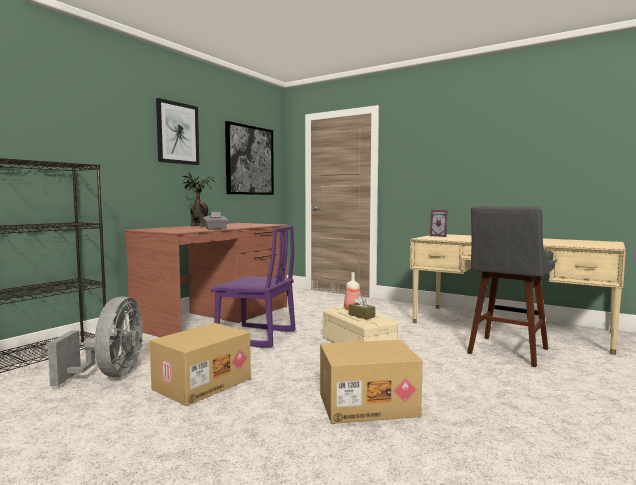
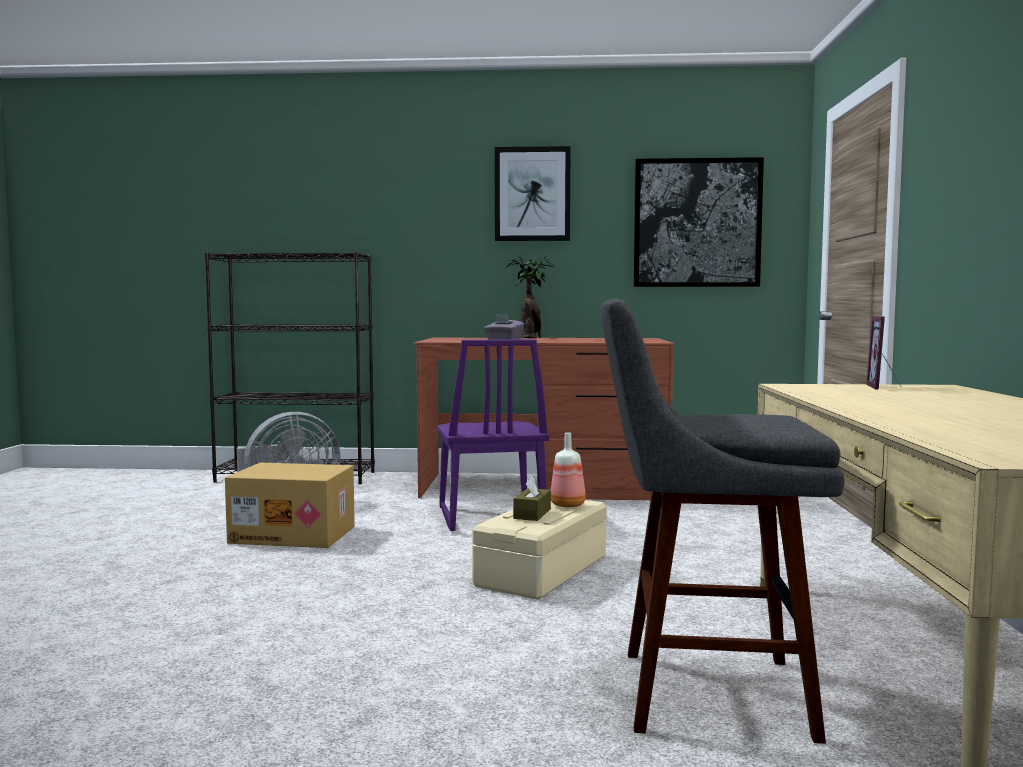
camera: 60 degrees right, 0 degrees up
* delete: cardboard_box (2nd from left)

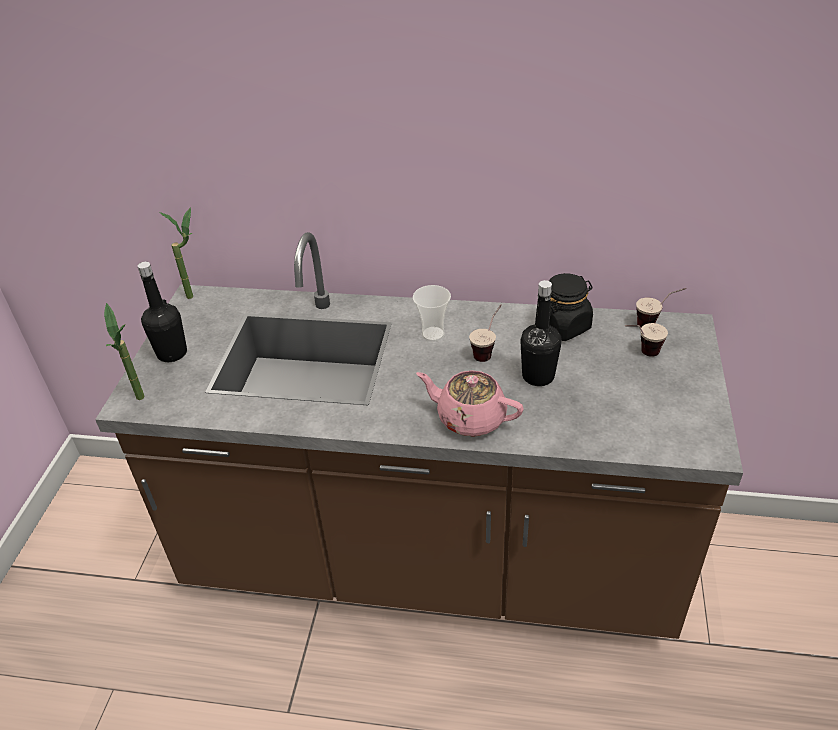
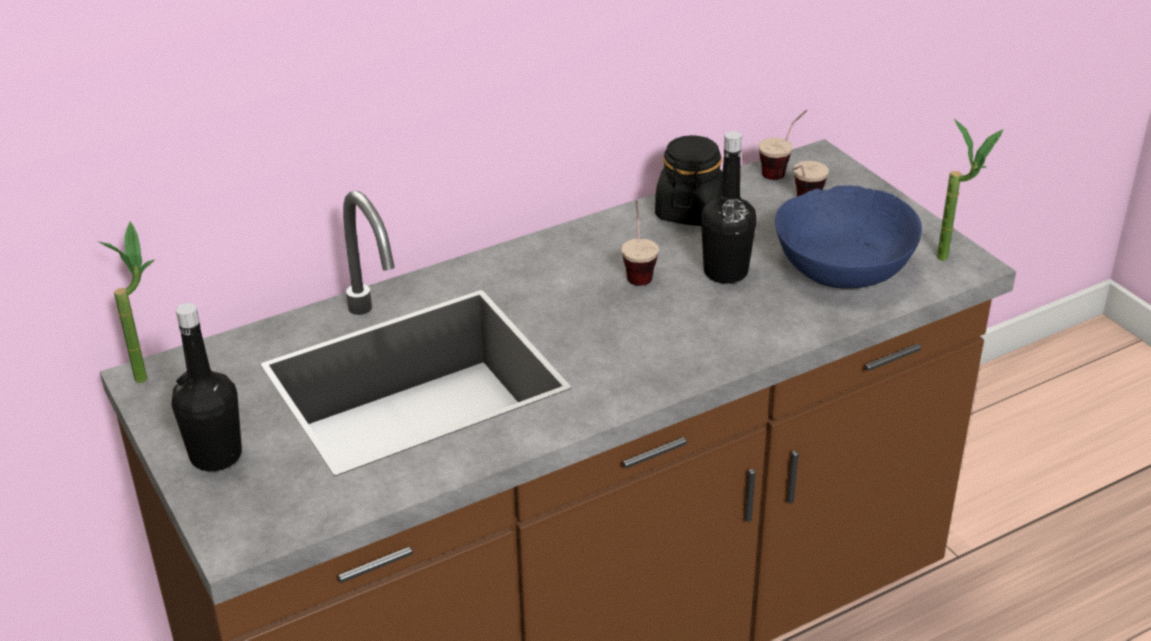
camera: 40 degrees left, 5 degrees down
* insert: blue_bowl
* move: potted_plant (1st from left in the first image) to potted_plant (2nd from left)
* delete: cup (1st from left)
* delete: pink_teapot

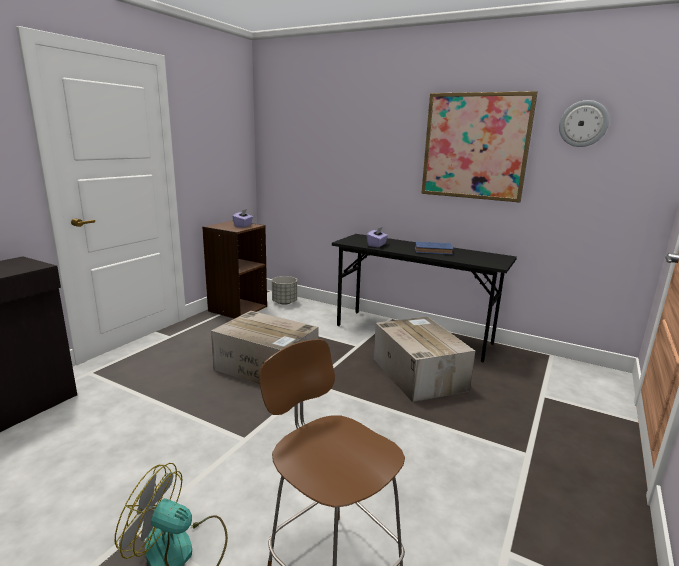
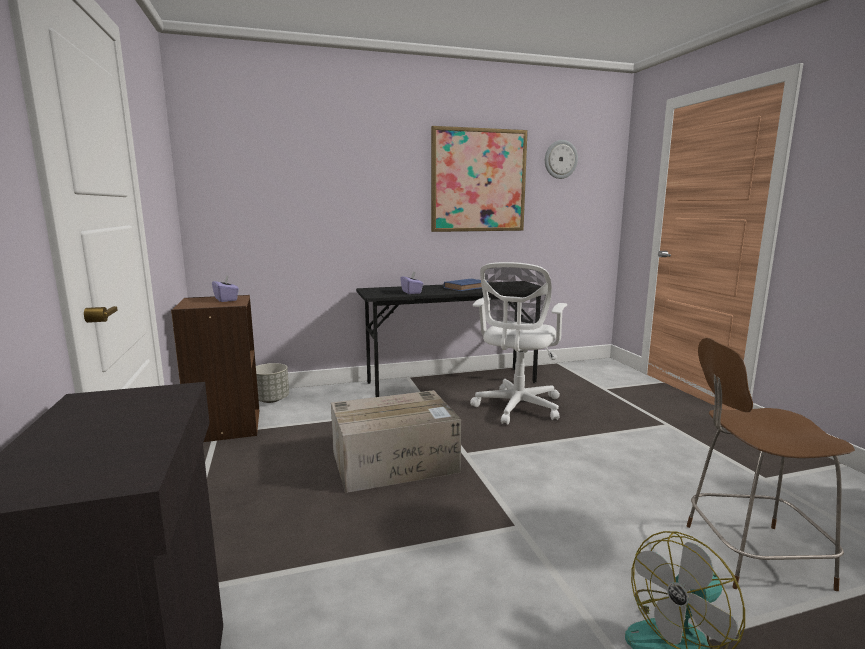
camera: 45 degrees left, 5 degrees down
* replace: cardboard_box (2nd from left) to white_office_chair

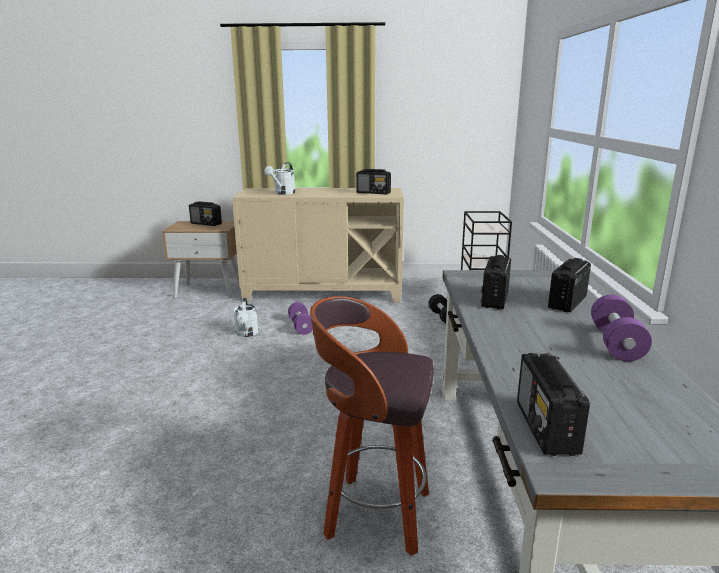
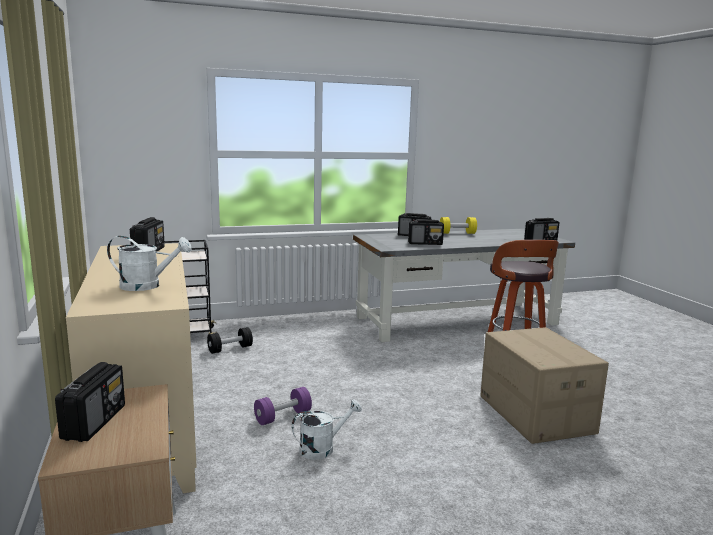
camera: 110 degrees left, 5 degrees down
* recolor: purple_dumbbell (2nd from left) to yellow_dumbbell
* insert: cardboard_box

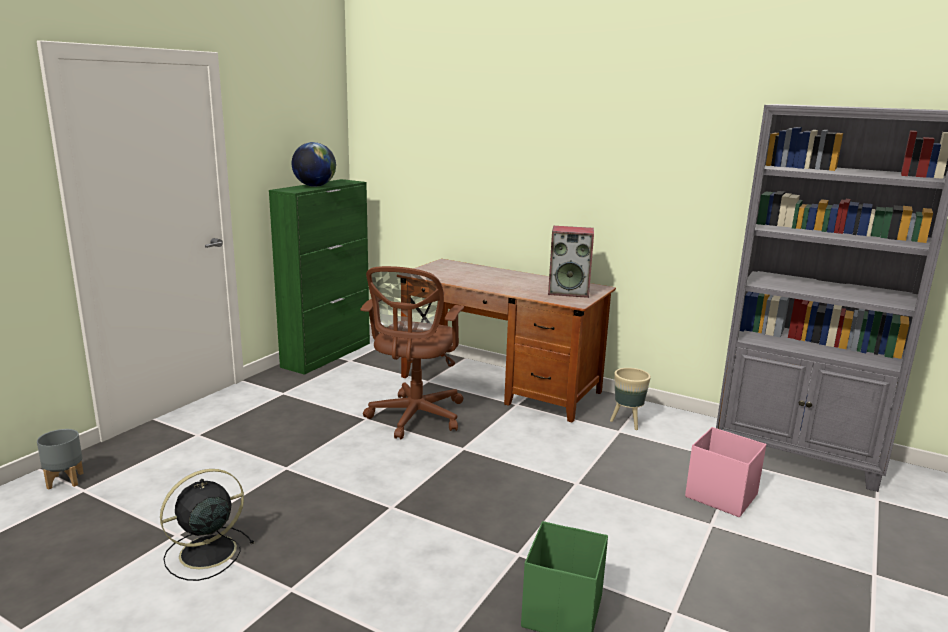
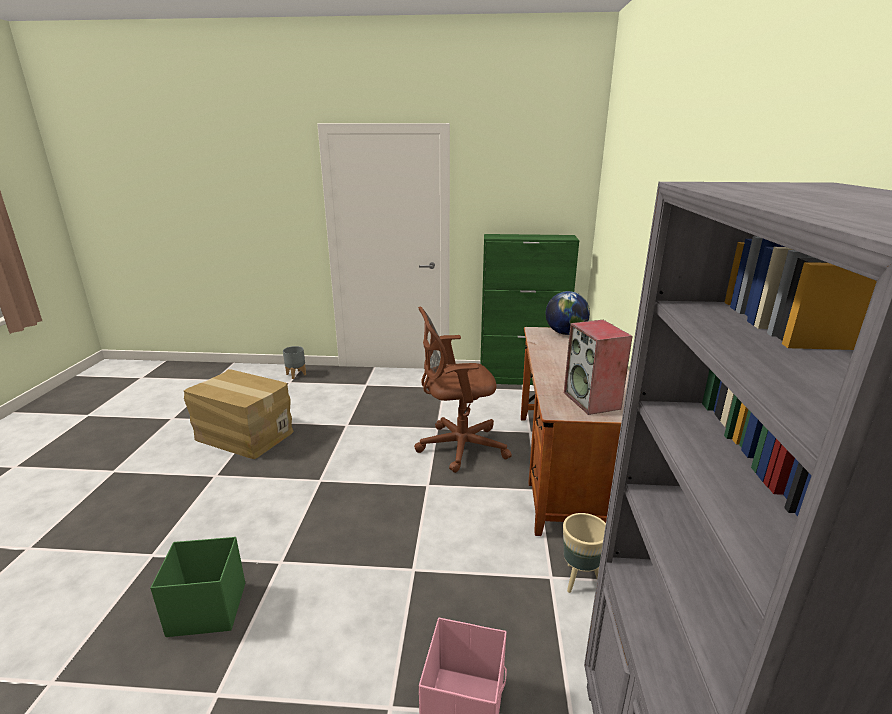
camera: 65 degrees right, 5 degrees up
* replace: black_fan to cardboard_box
* move: globe

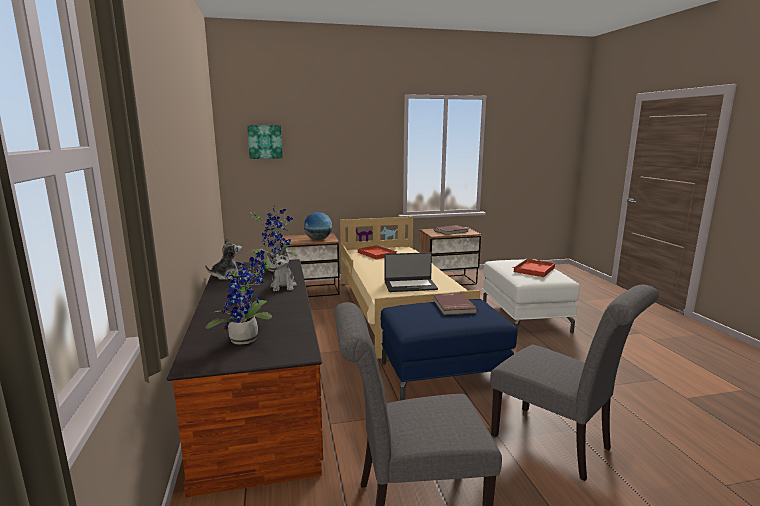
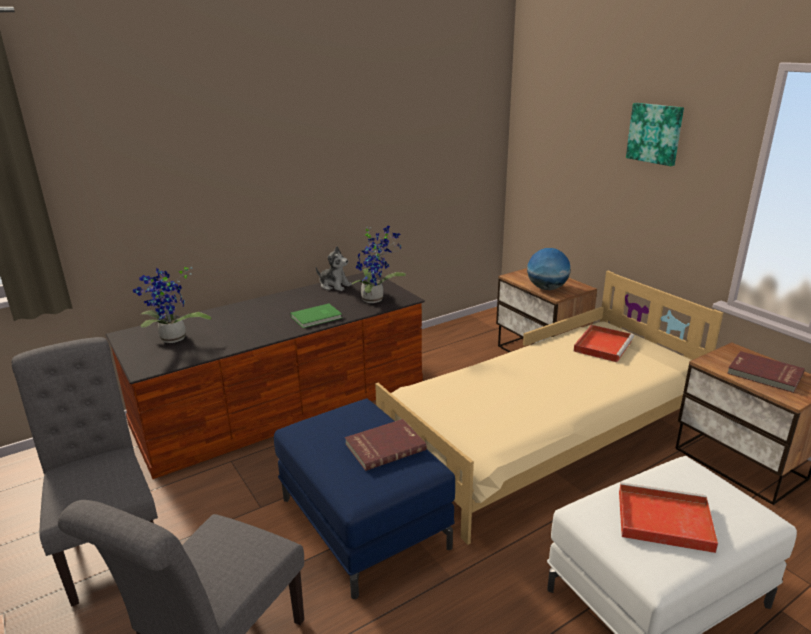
camera: 70 degrees right, 10 degrees up
* replace: plush_toy (2nd from left) to green_book
* move: picture
* delete: laptop

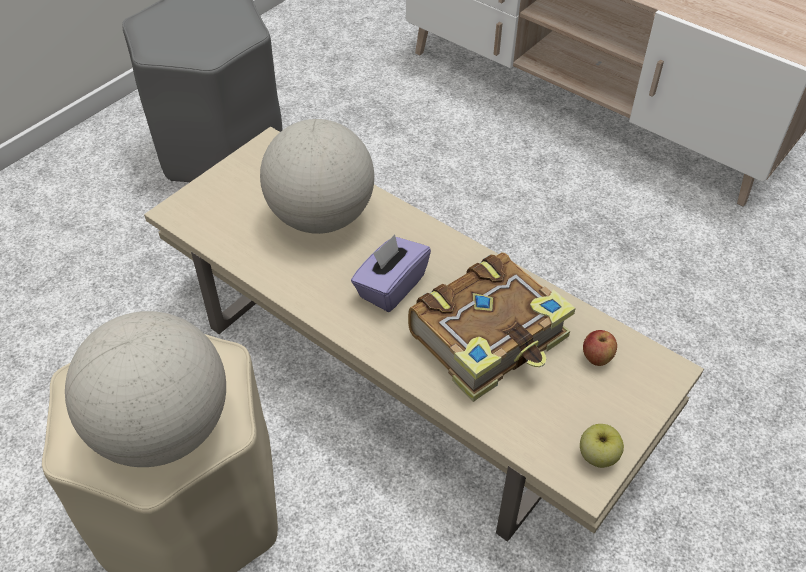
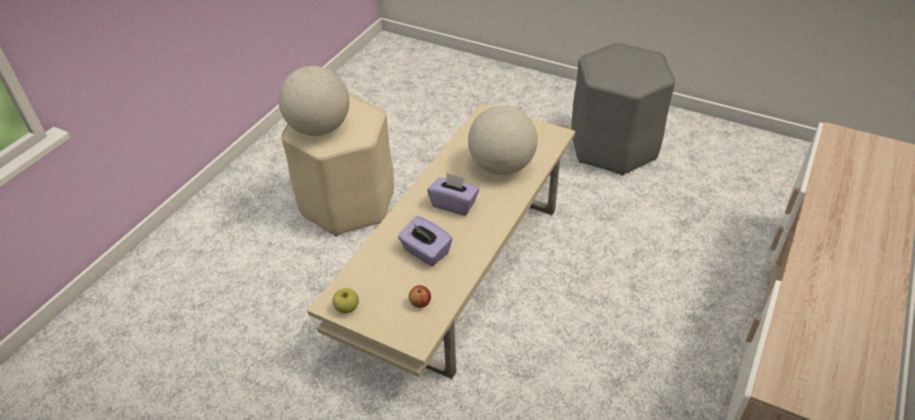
camera: 80 degrees right, 5 degrees down
* replace: book to purple_tissue_box (1st from left)

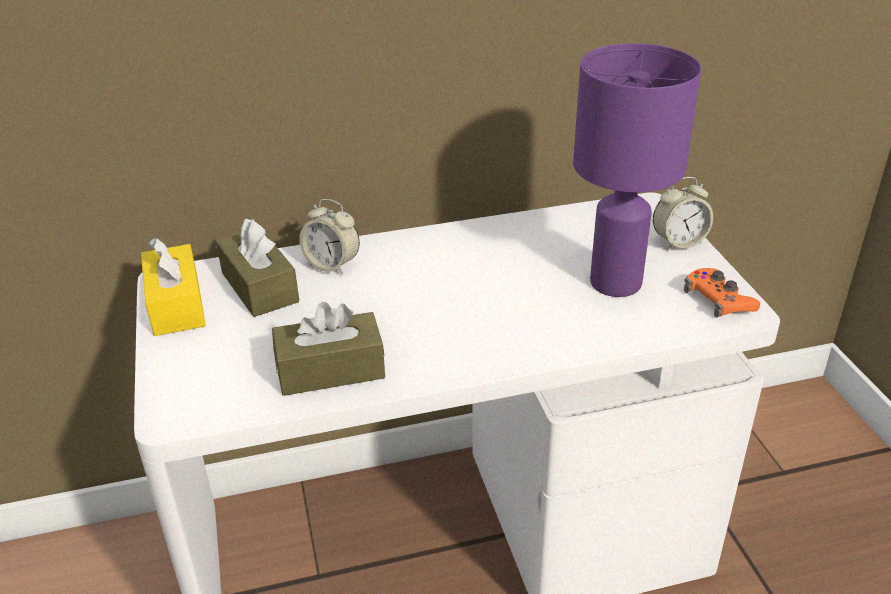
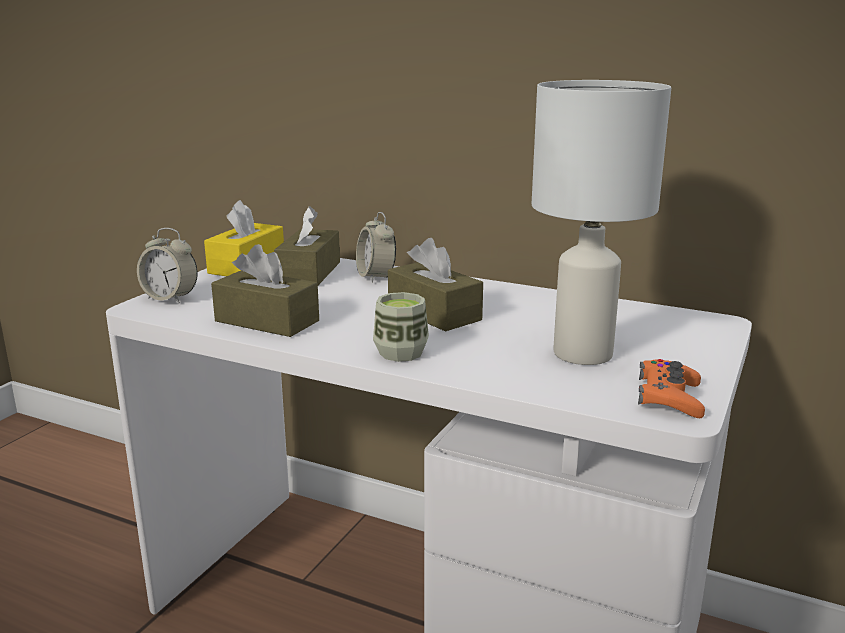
camera: 40 degrees right, 15 degrees down
* move: alarm_clock (2nd from left in the first image) to alarm_clock (1st from left)
* insert: cup
* insert: brown_tissue_box (3rd from left)
* recolor: purple_table_lamp to white_table_lamp

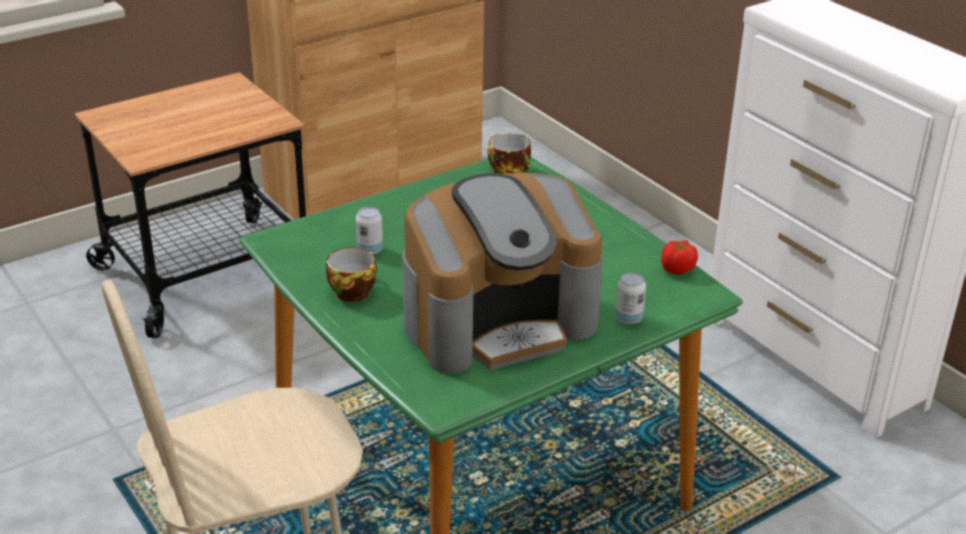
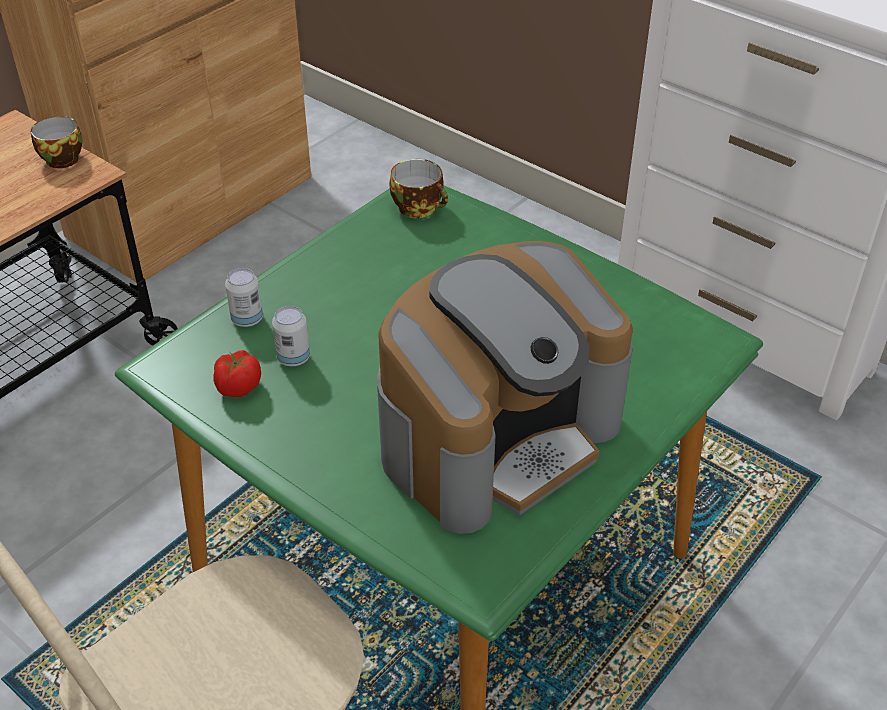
camera: 15 degrees left, 10 degrees up
* move: cup (1st from left)
* move: tomato
* move: can (2nd from left in the first image) to can (1st from left)

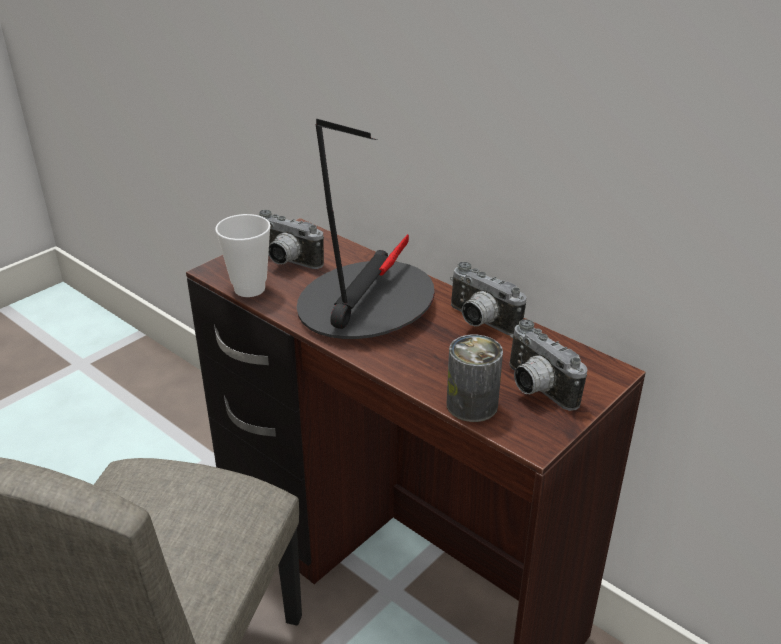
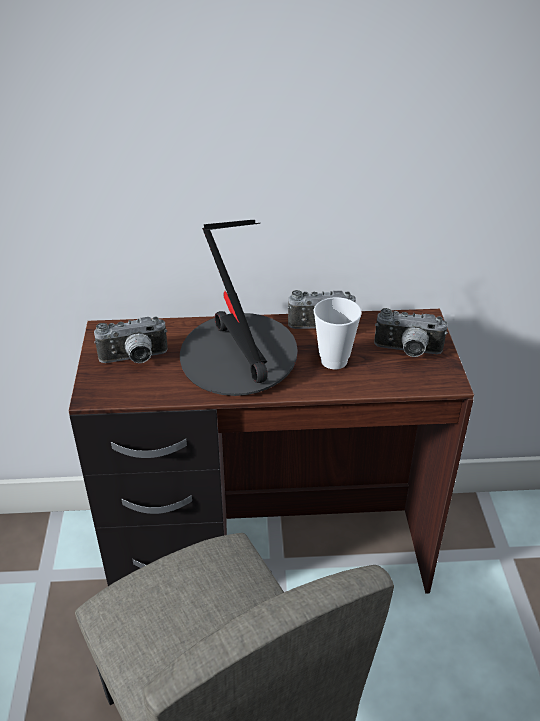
camera: 45 degrees left, 5 degrees up
* move: cup
* delete: can

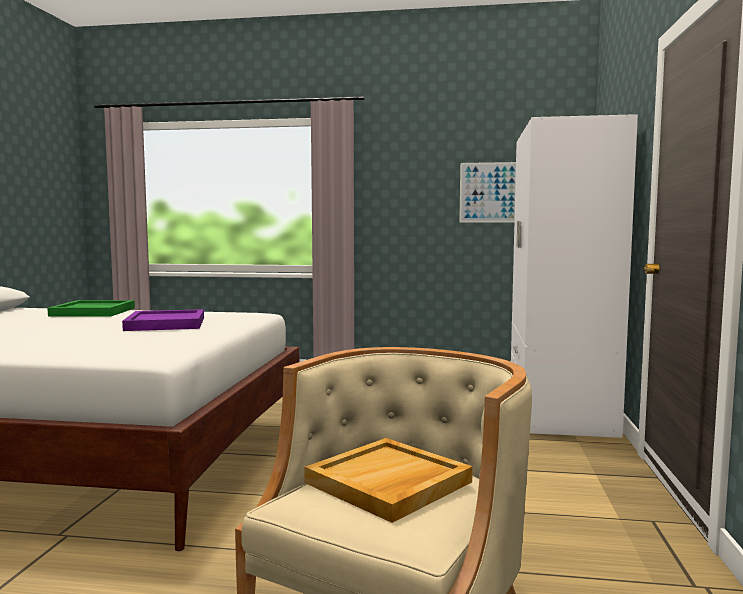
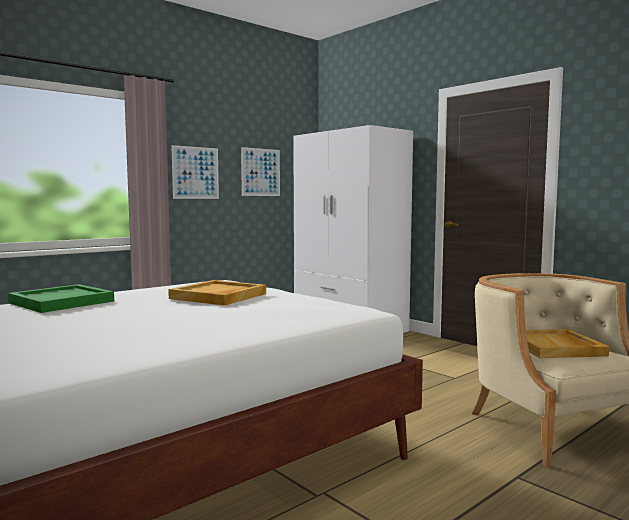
camera: 50 degrees left, 0 degrees up
* recolor: purple_tray to beige_tray (1st from left)
* insert: picture (1st from left)

